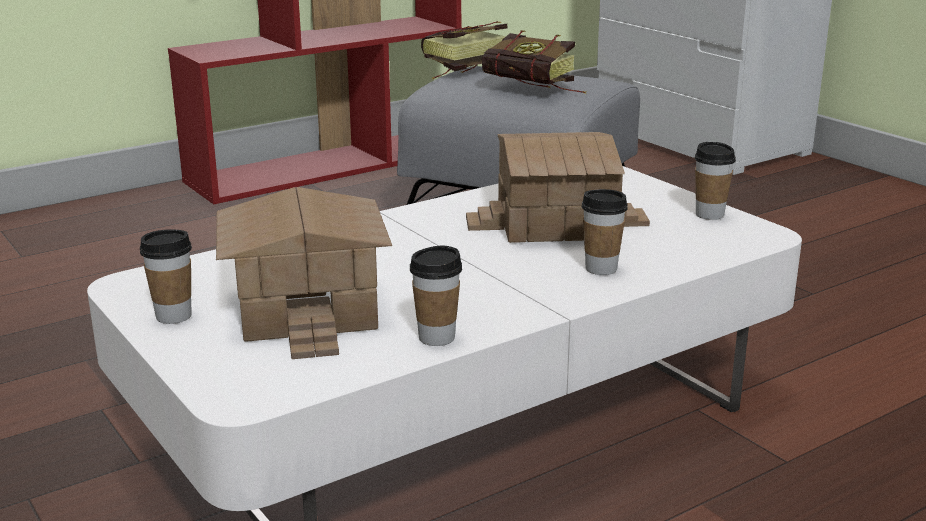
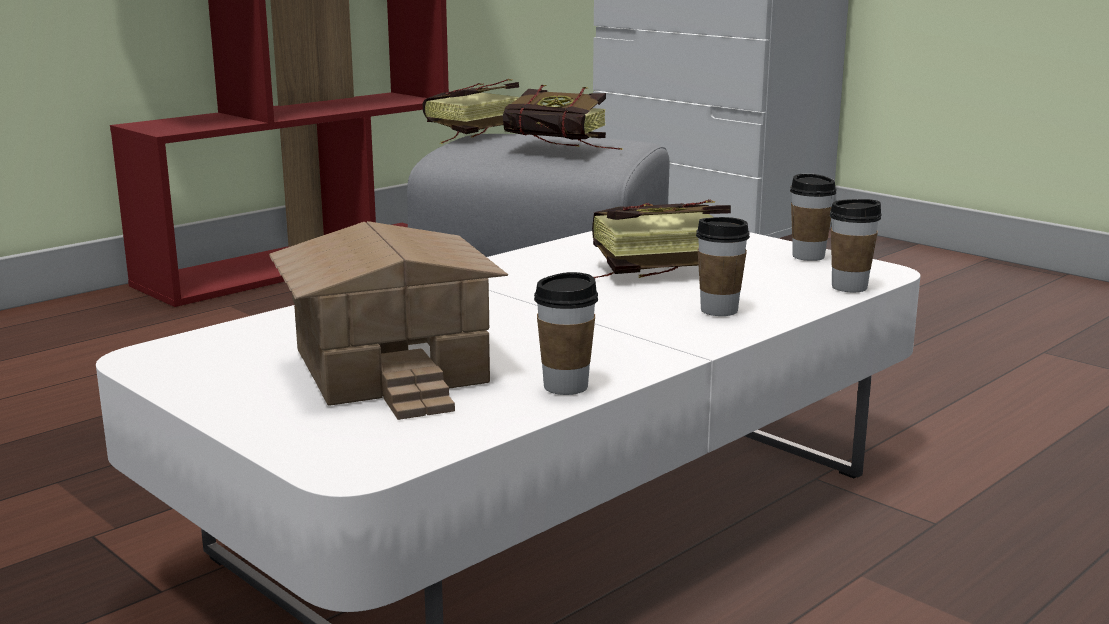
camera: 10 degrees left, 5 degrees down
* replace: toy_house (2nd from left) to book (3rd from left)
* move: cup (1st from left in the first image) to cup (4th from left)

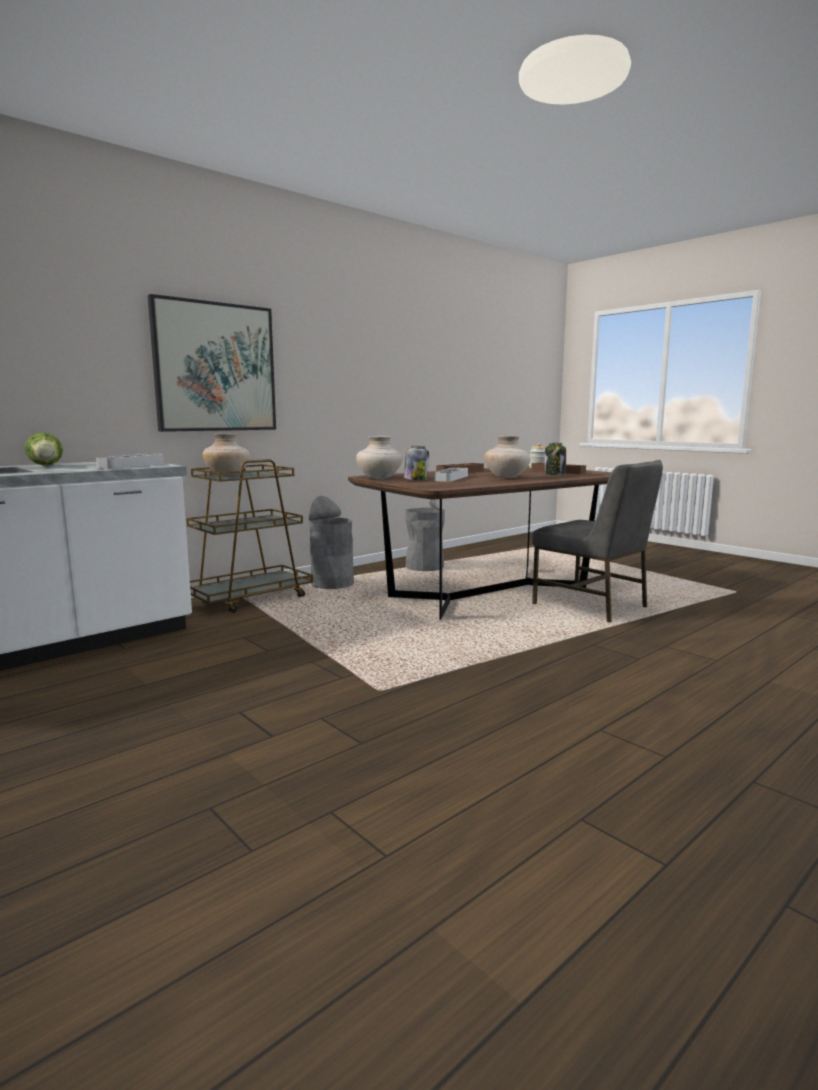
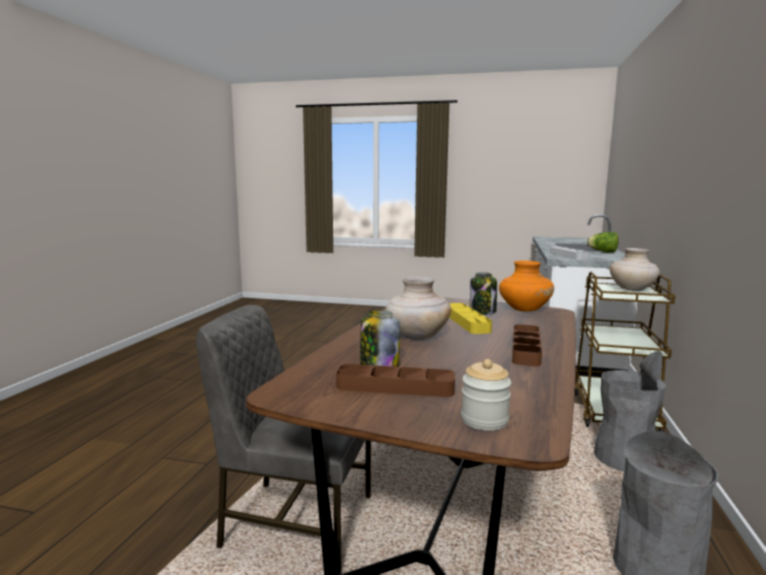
camera: 145 degrees right, 0 degrees up
* recolor: grey_tray (2nd from left) to yellow_tray
* recolor: beige_vase (2nd from left) to orange_vase
* delete: picture

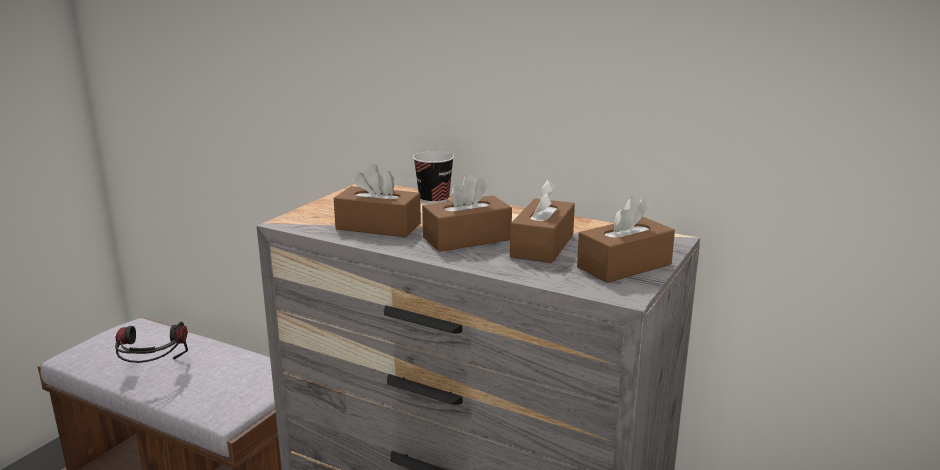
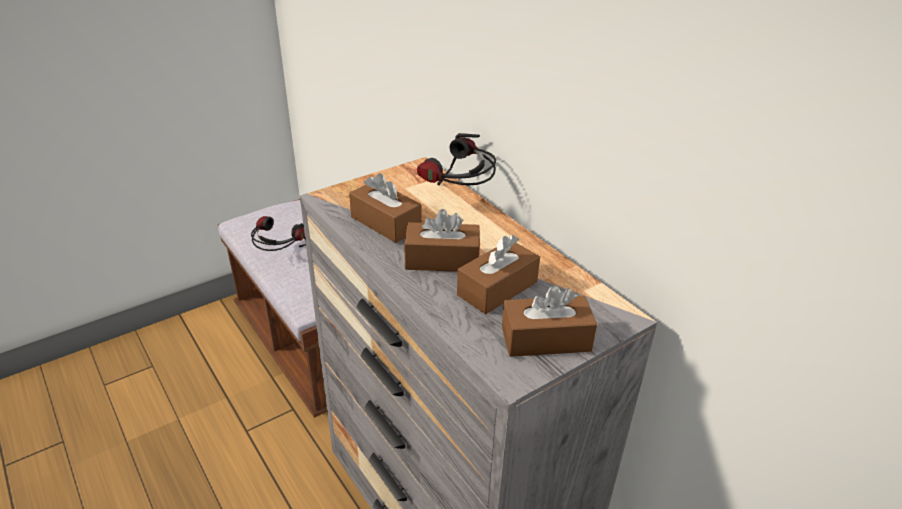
camera: 25 degrees right, 15 degrees up
* replace: cup to headphones (2nd from left)

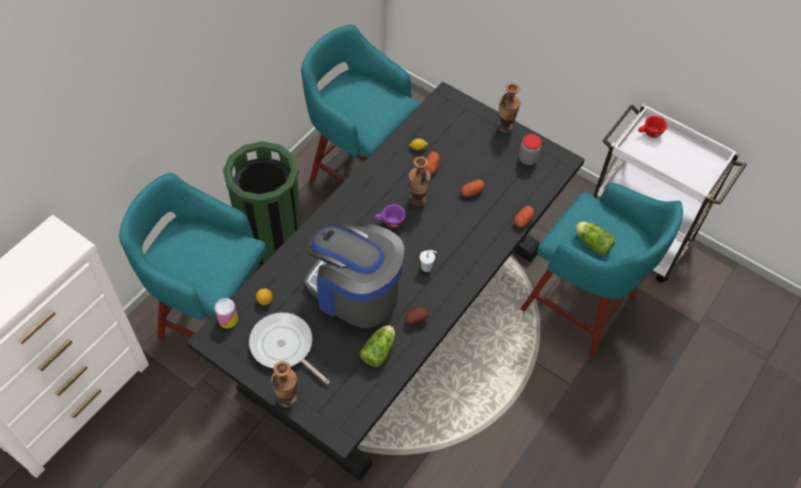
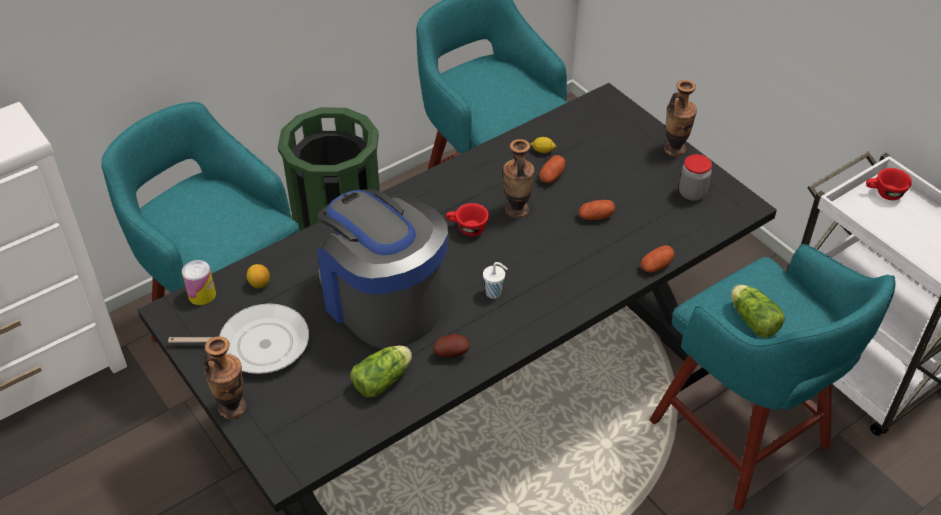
camera: 20 degrees right, 10 degrees down
* rotate: frying_pan 120 degrees clockwise
* recolor: purple_cup to red_cup (1st from left)

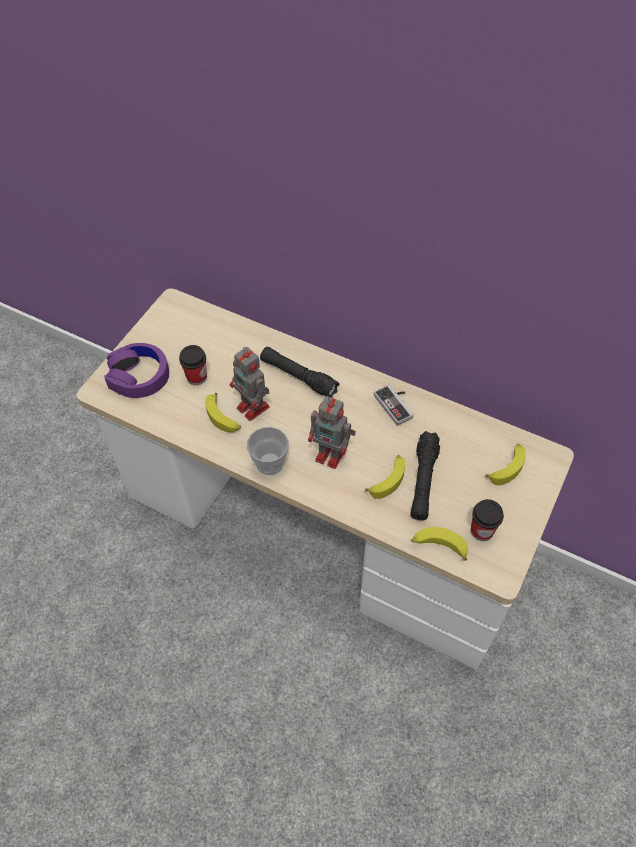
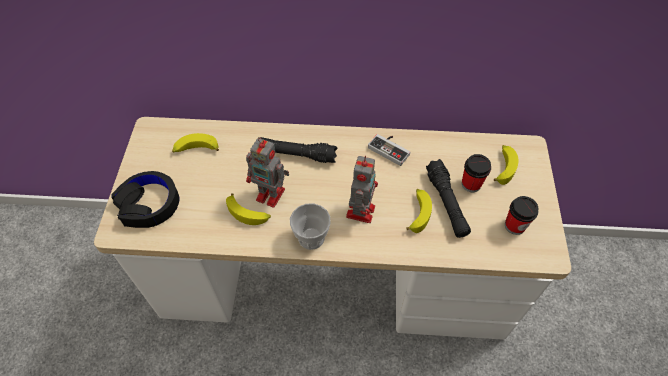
camera: 25 degrees left, 0 degrees up
* recolor: purple_headphones to black_headphones
* move: banana (3rd from left in the first image) to banana (1st from left)
* rotate: toy_robot (2nd from left) 75 degrees counterclockwise
* move: cup (1st from left in the first image) to cup (2nd from left)

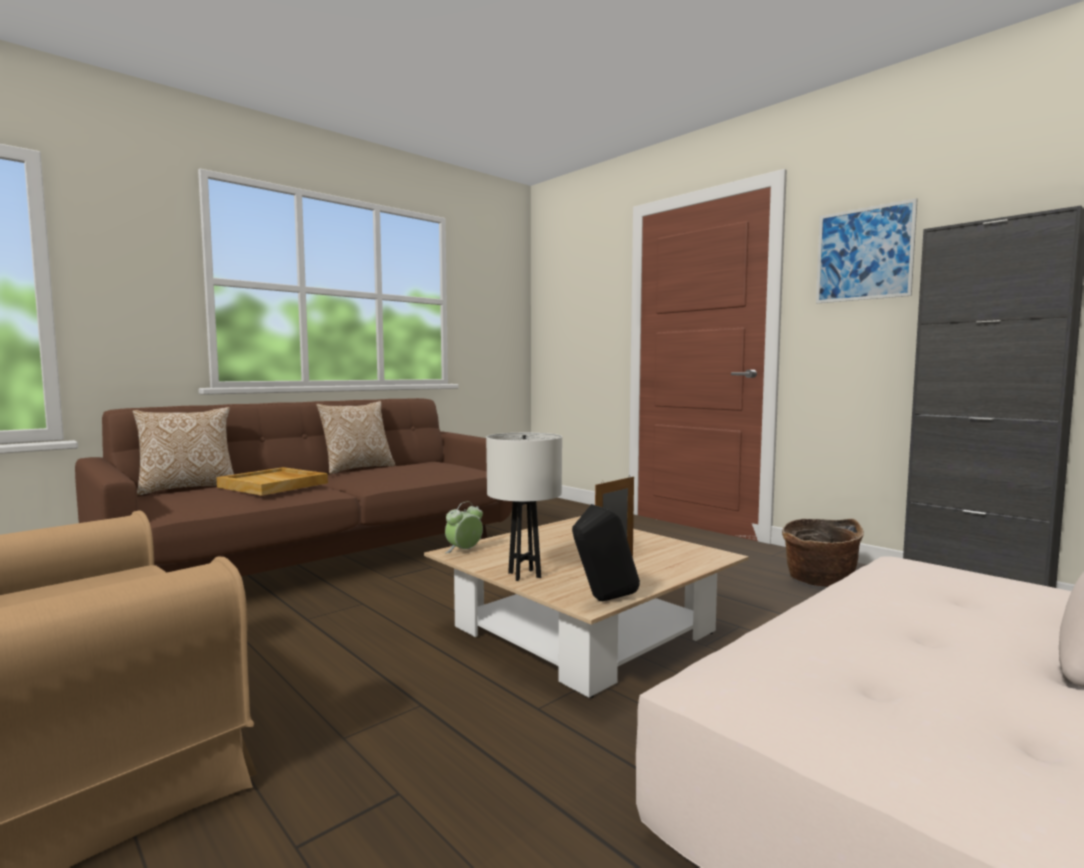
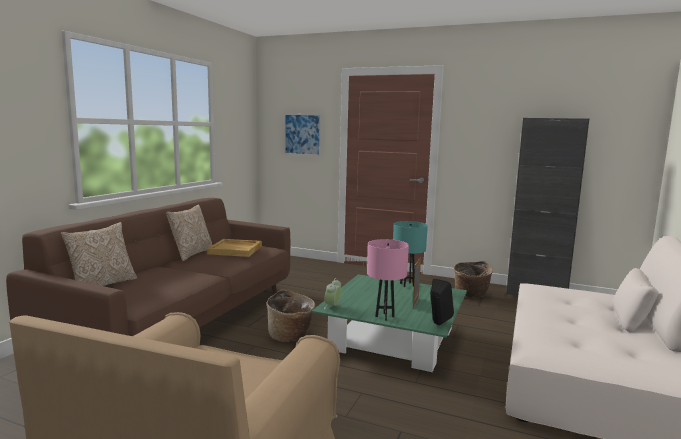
camera: 25 degrees left, 5 degrees up
* move: beige_tray
* insert: basket (1st from left)
* move: picture
* recolor: beige_coffee_table to green_coffee_table
* recolor: white_table_lamp to pink_table_lamp
* insert: turquoise_table_lamp

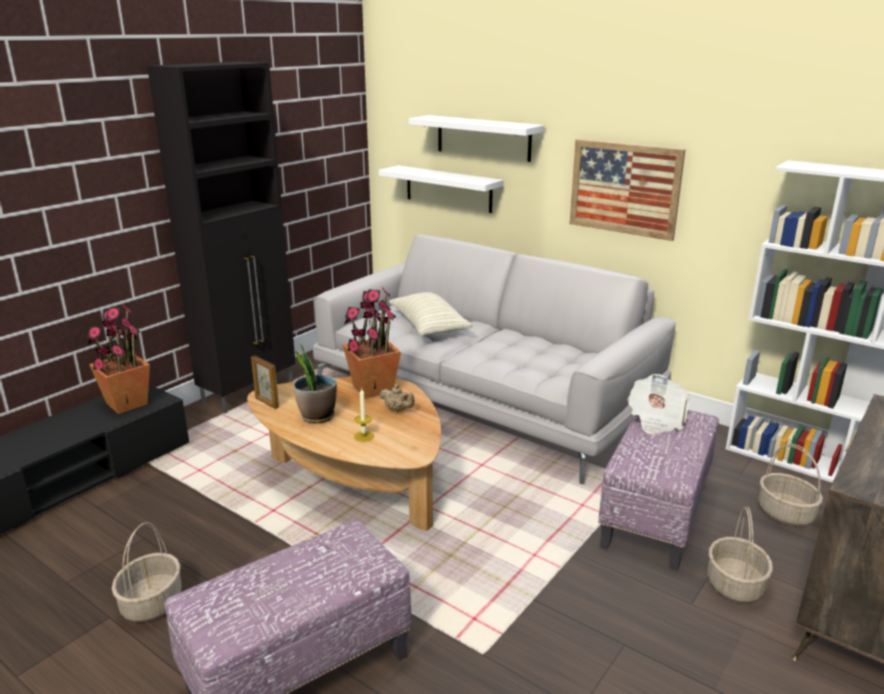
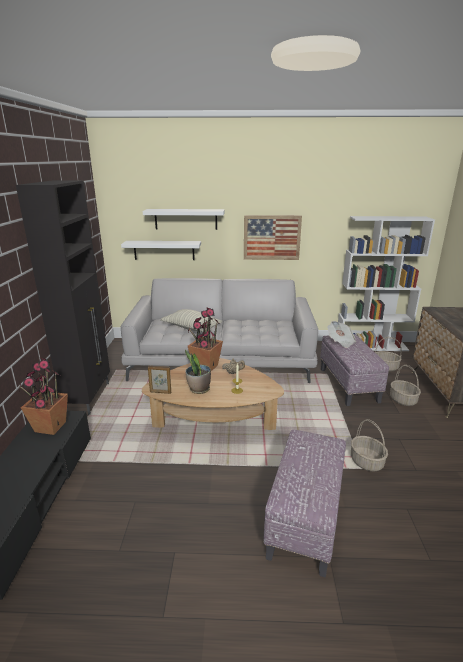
camera: 35 degrees left, 0 degrees up
* move: basket (1st from left)

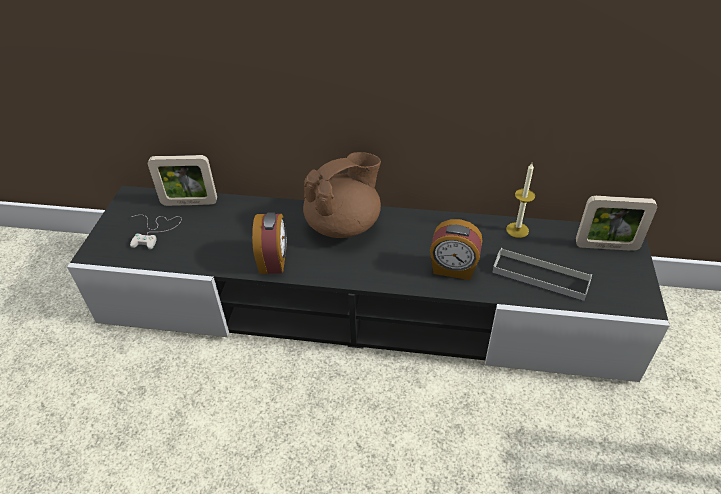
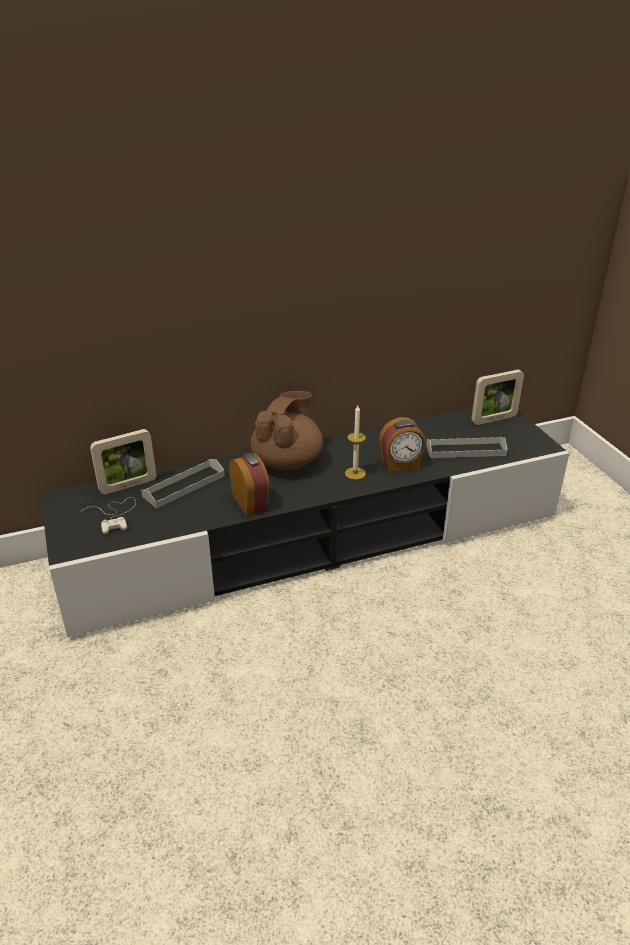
camera: 30 degrees left, 10 degrees down
* insert: grey_tray (1st from left)
* move: candle

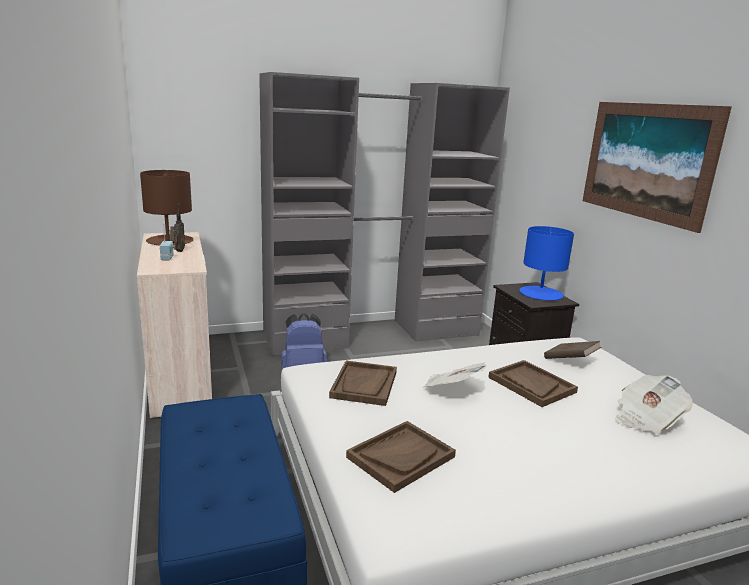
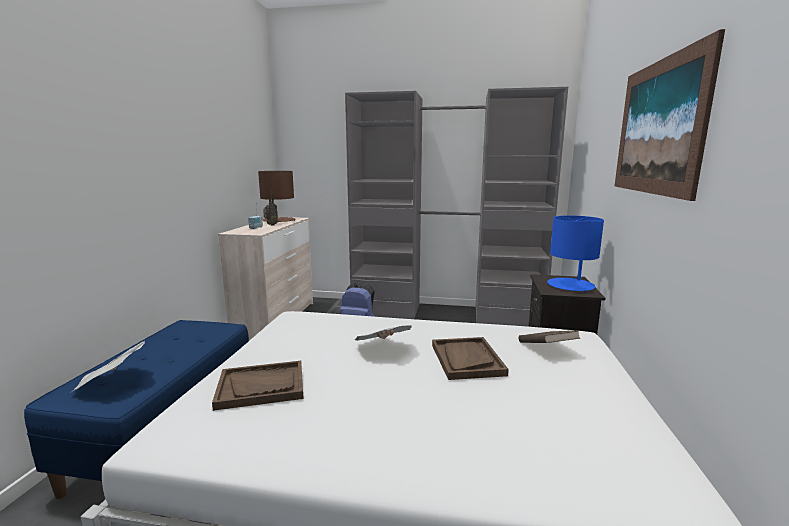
camera: 30 degrees right, 5 degrees down
* move: newspaper (2nd from left in the first image) to newspaper (1st from left)
* delete: brown_tray (1st from left)

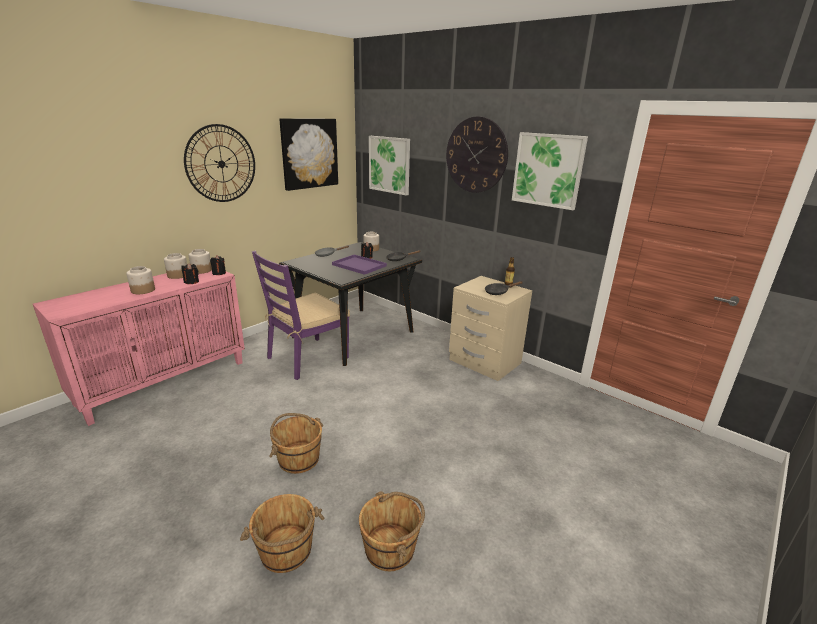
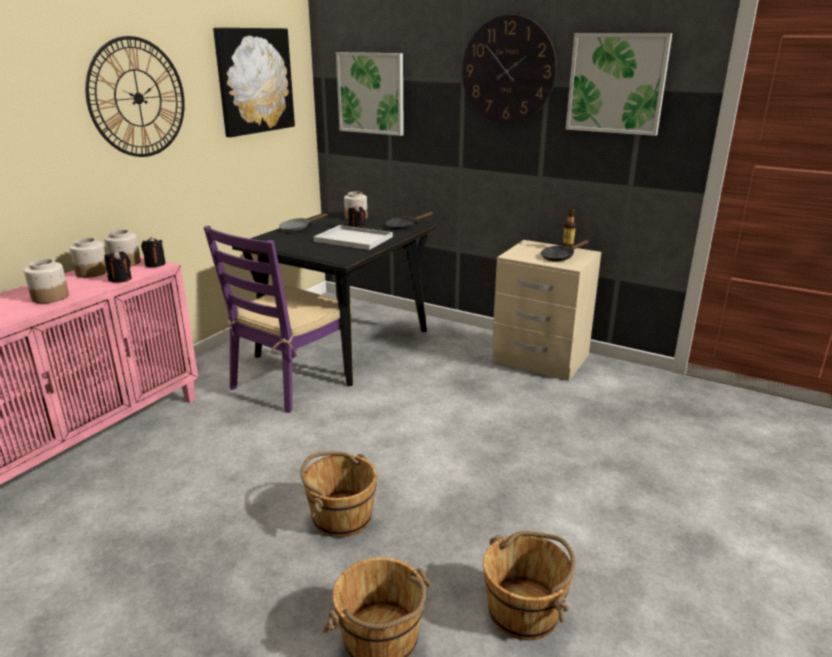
camera: 10 degrees left, 0 degrees up
* recolor: purple_tray to white_tray

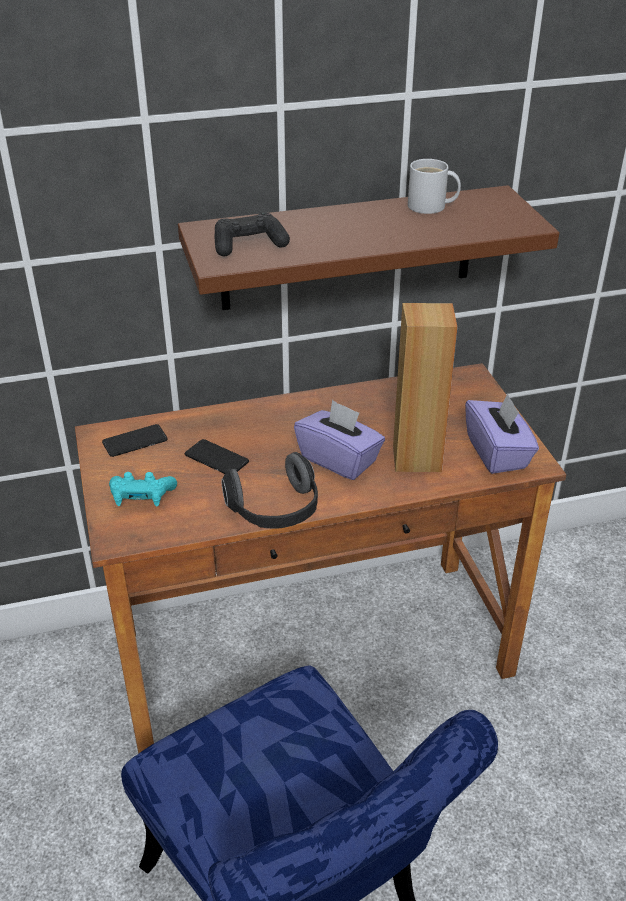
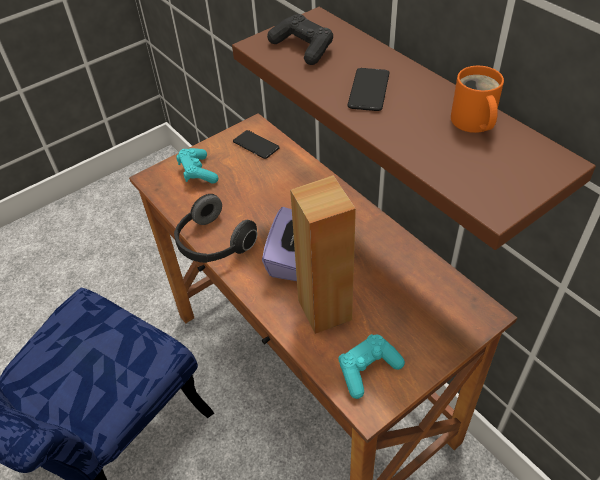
camera: 70 degrees right, 10 degrees up
* replace: purple_tissue_box (2nd from left) to turquoise_game_controller (2nd from left)
* move: phone (2nd from left)
* recolor: white_mug to orange_mug

